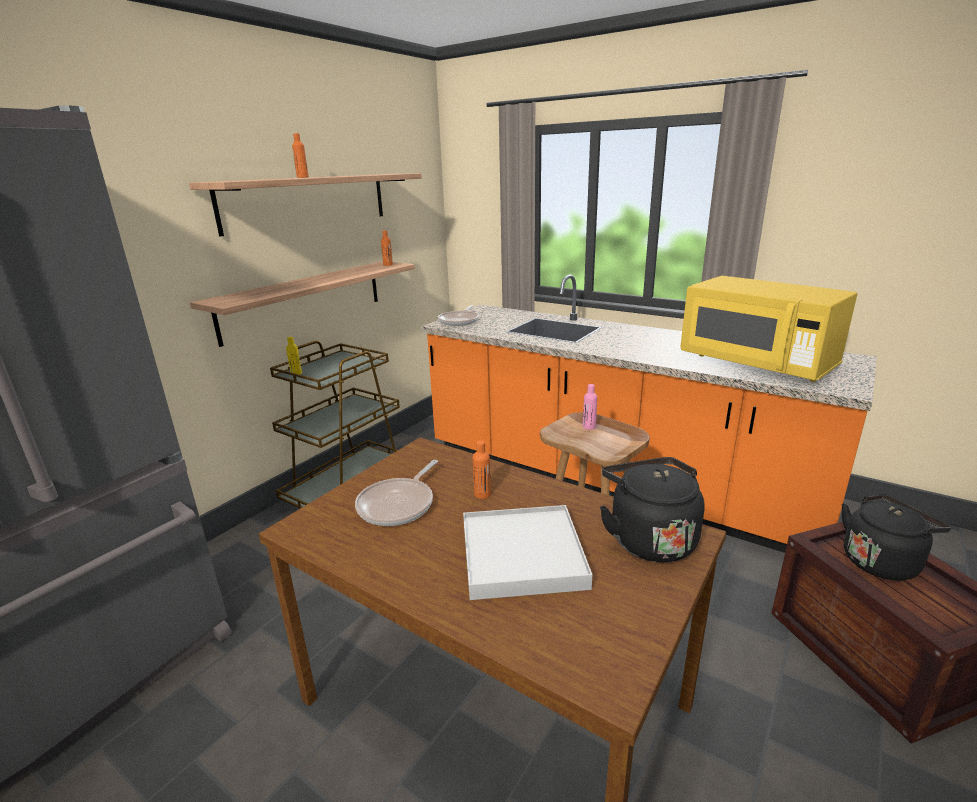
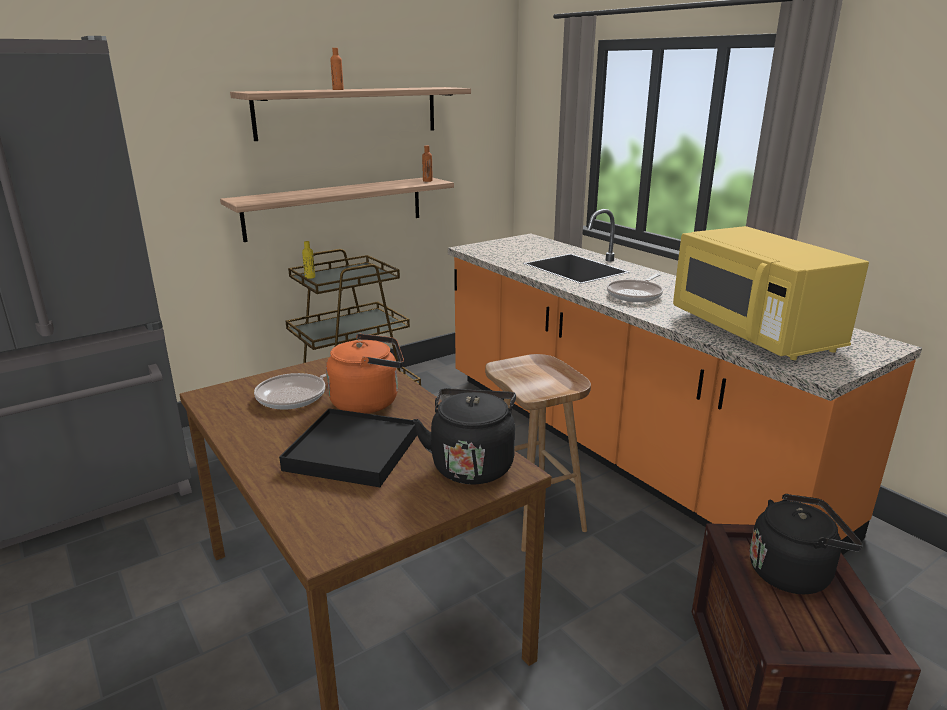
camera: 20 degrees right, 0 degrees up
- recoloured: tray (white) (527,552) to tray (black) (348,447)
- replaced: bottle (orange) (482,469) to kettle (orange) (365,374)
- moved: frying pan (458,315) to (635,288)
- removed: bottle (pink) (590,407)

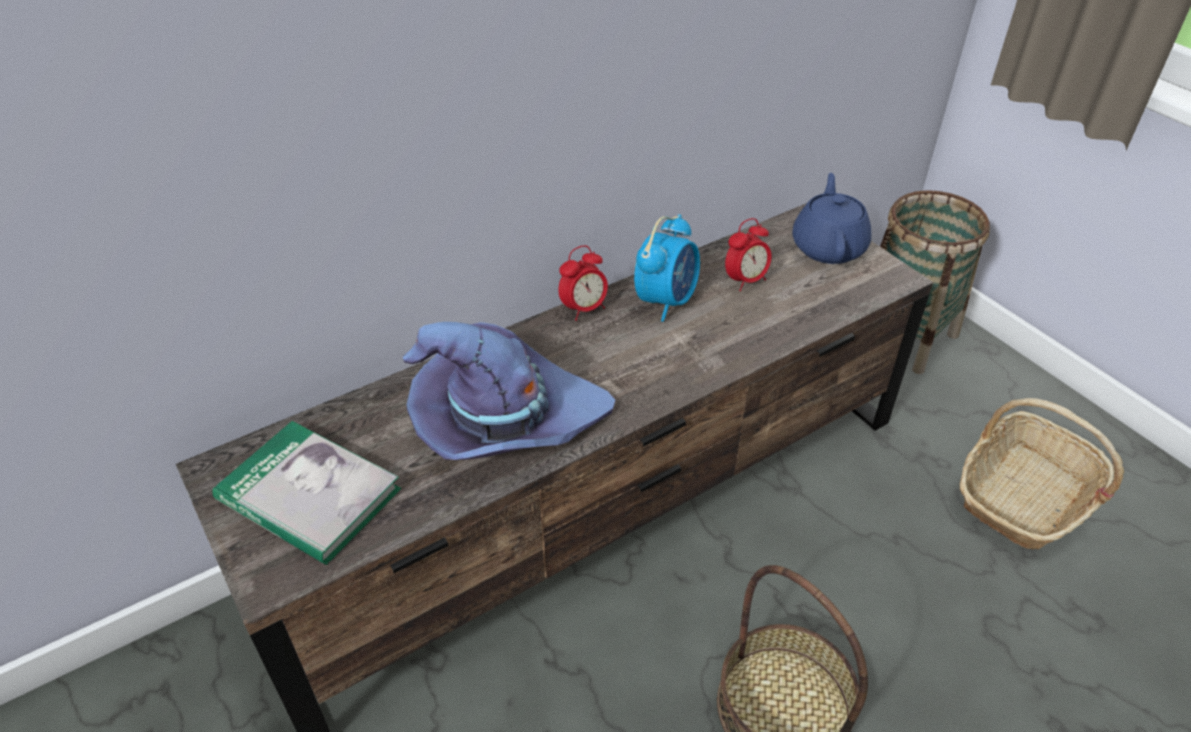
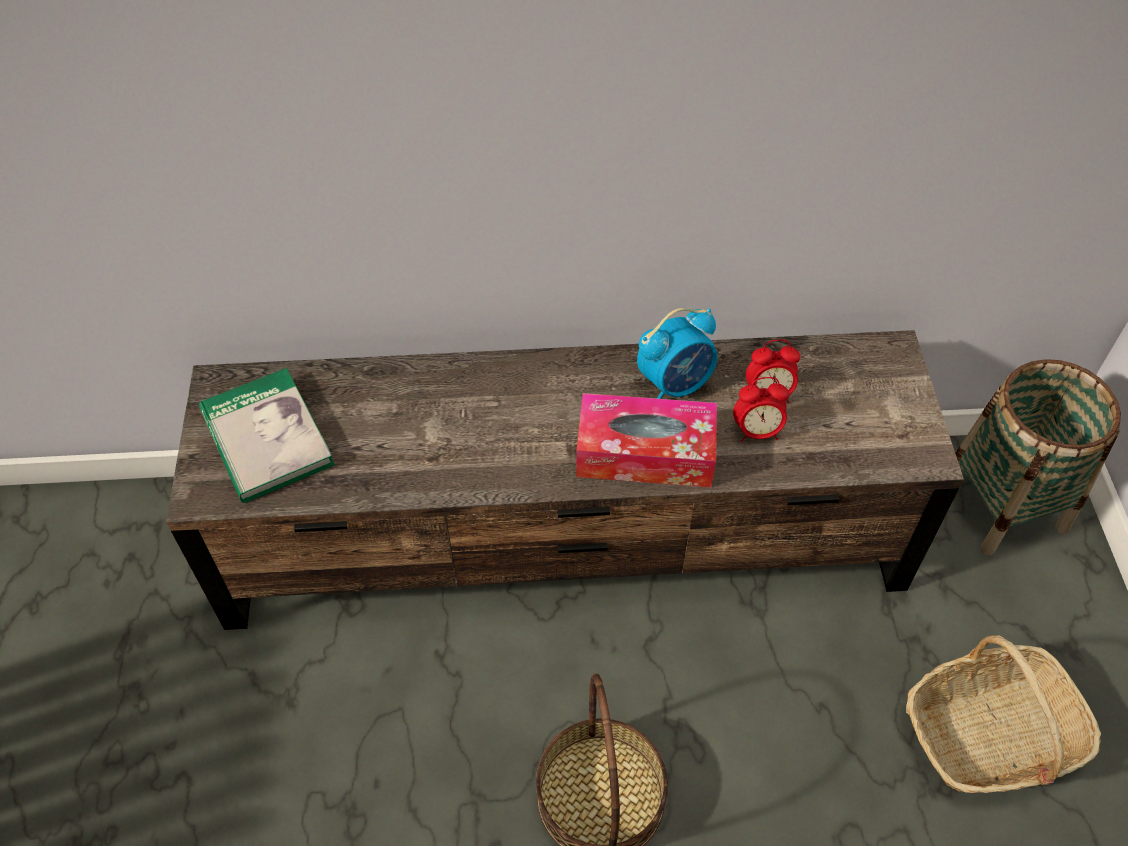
camera: 30 degrees right, 10 degrees up
- added: tissue box (646,440)
- moved: alarm clock (583,283) to (761,409)
- removed: hat (purple) (509,391)
- removed: teapot (blue) (831,218)

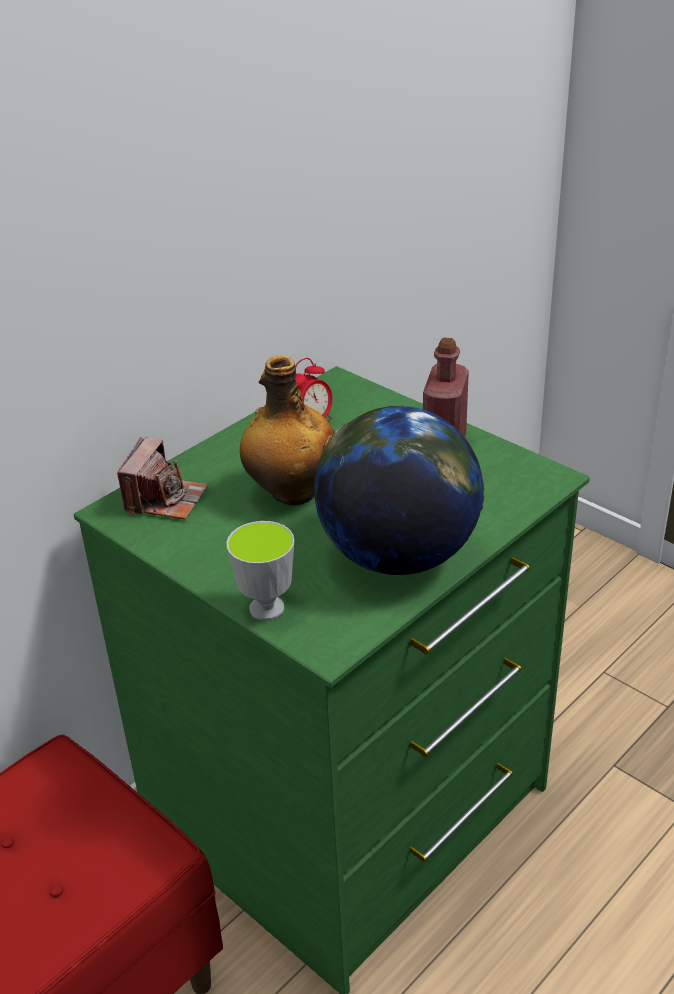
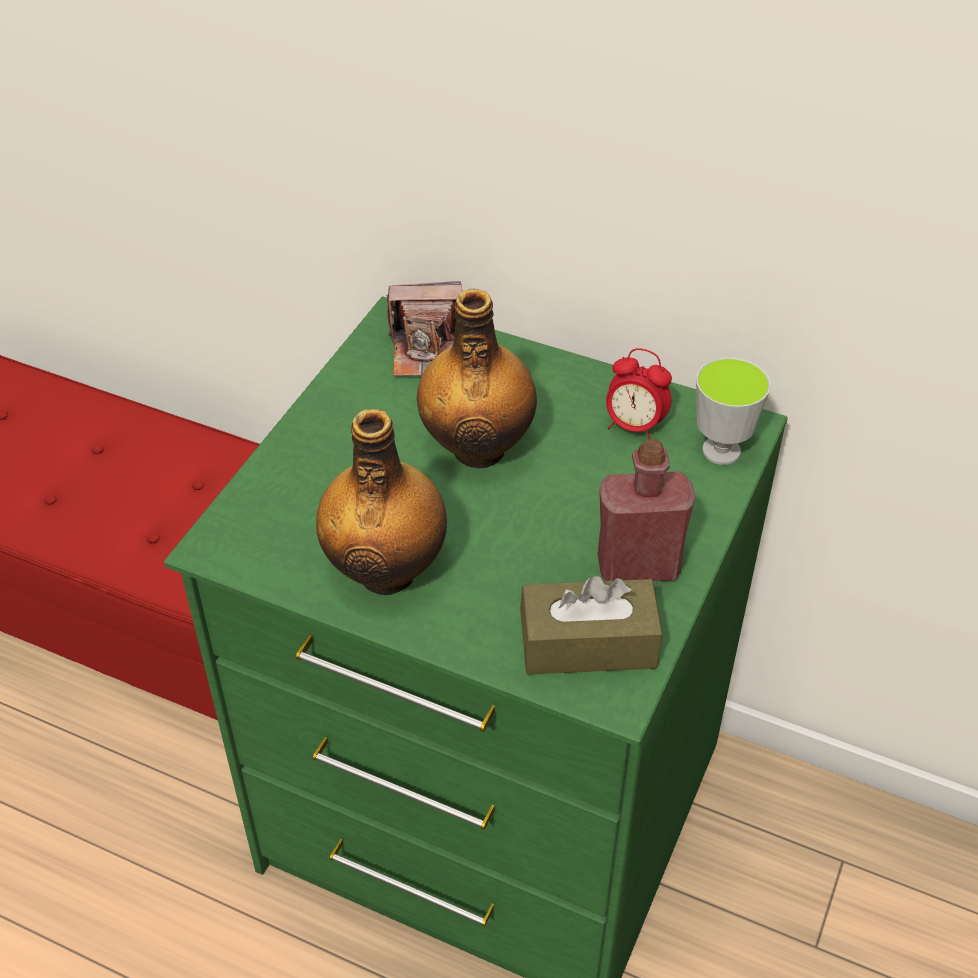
camera: 70 degrees right, 10 degrees up
- replaced: globe (399,490) to bottle (381,502)
- added: tissue box (brown) (591,625)
- moved: cup (260,571) to (733,411)

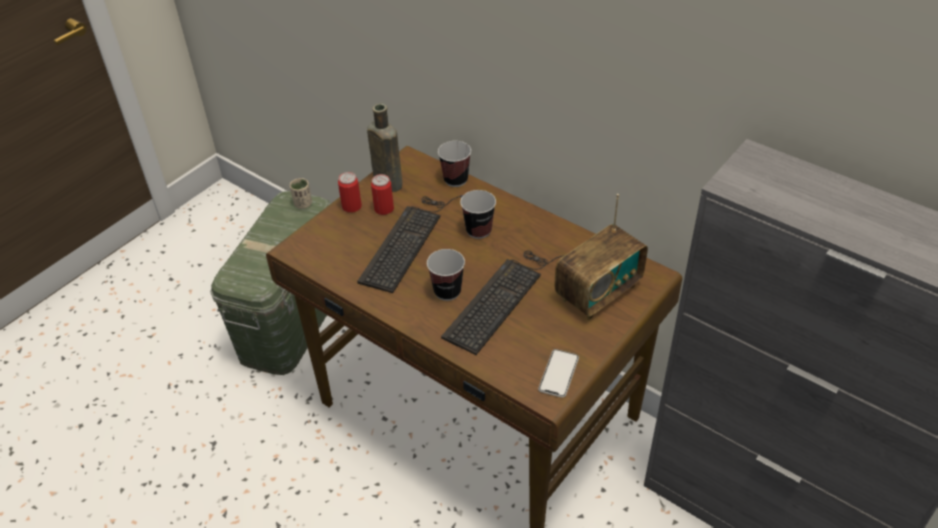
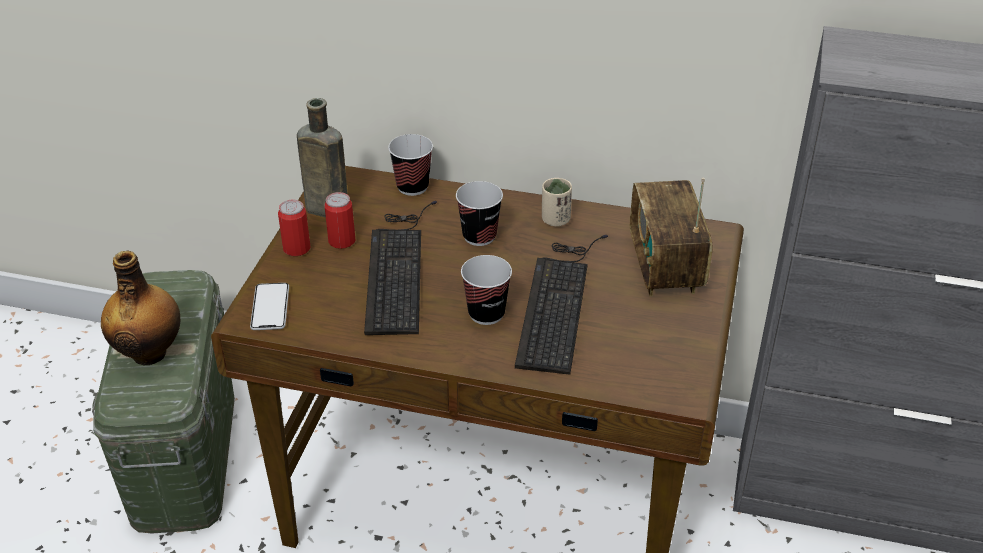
camera: 25 degrees left, 5 degrees down
- added: bottle (140,308)
- moved: phone (558,373) to (269,306)
- moved: cup (beige) (301,193) to (557,202)
- turned: radio (601,257) = (671,237) 150 degrees clockwise

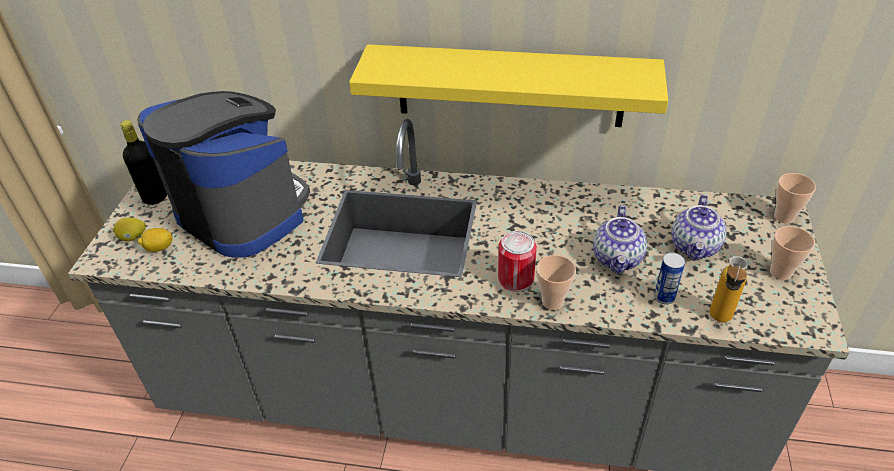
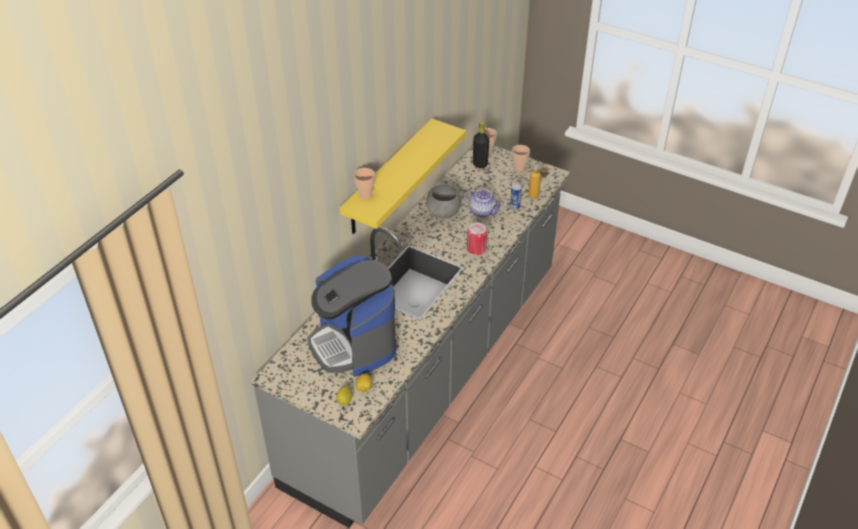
camera: 70 degrees left, 0 degrees up
- turned: coffee machine (223,174) = (351,316) 90 degrees counterclockwise
- moved: cup (556,282) to (364,183)
- added: bowl (grey) (443,201)
- moved: bottle (black) (143,162) to (481,145)
- removed: teapot (699,228)

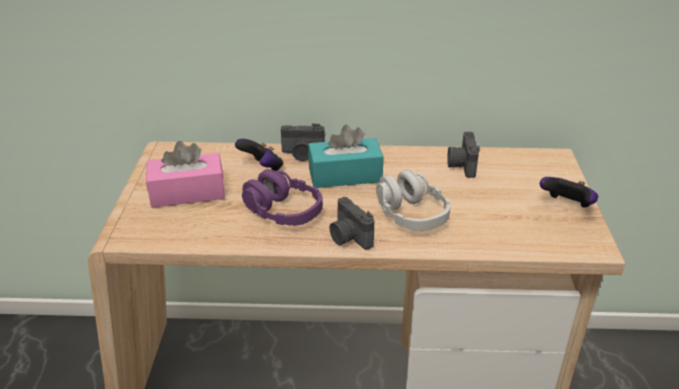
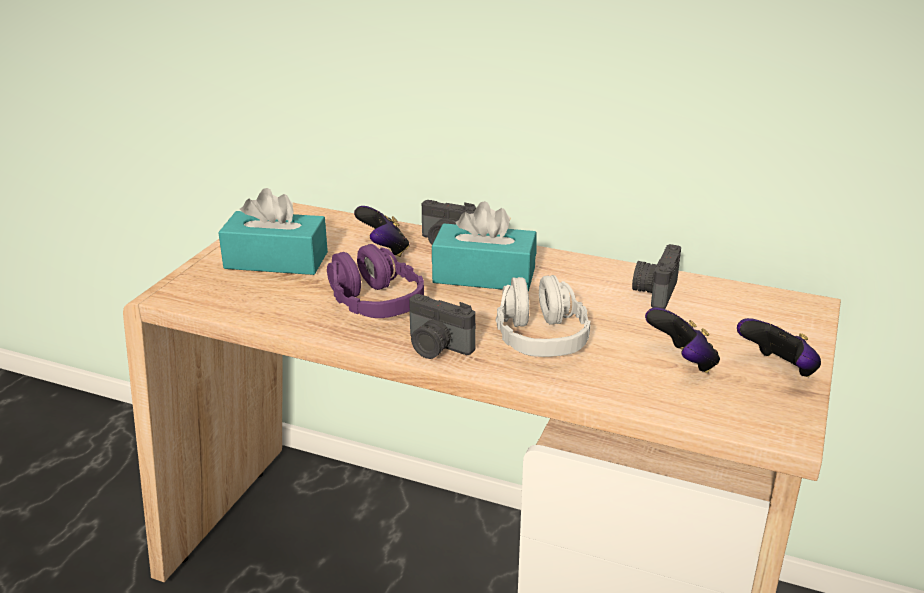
camera: 20 degrees right, 5 degrees down
- recoloured: tissue box (pink) (185,174) to tissue box (turquoise) (273,231)
- turned: photo camera (351,223) = (442,326) 45 degrees counterclockwise
- added: game controller (682,340)

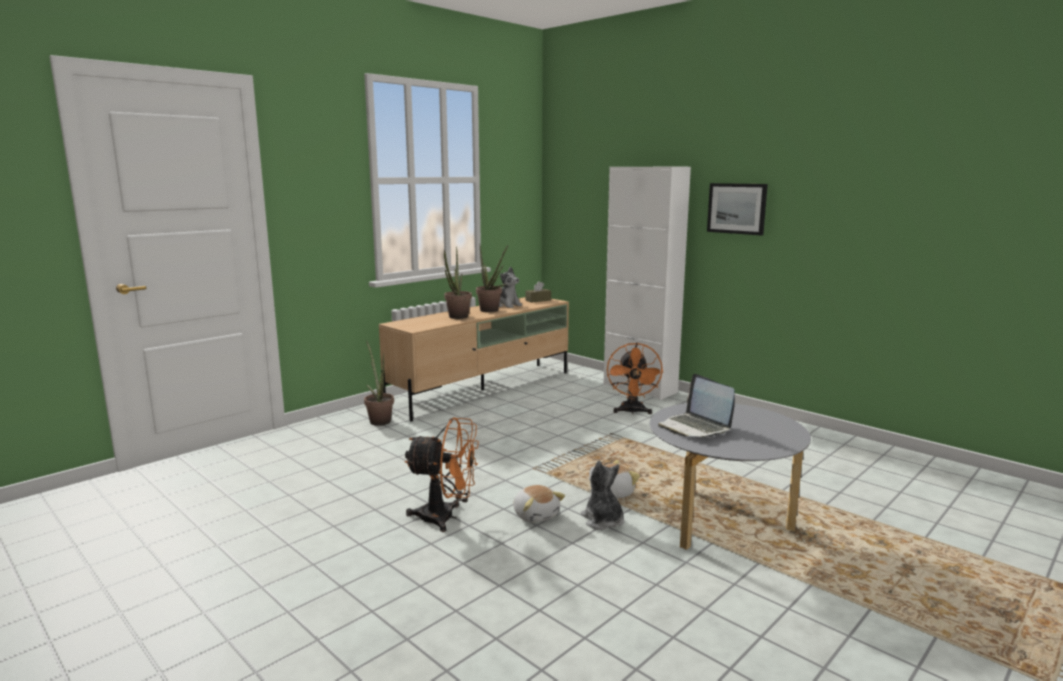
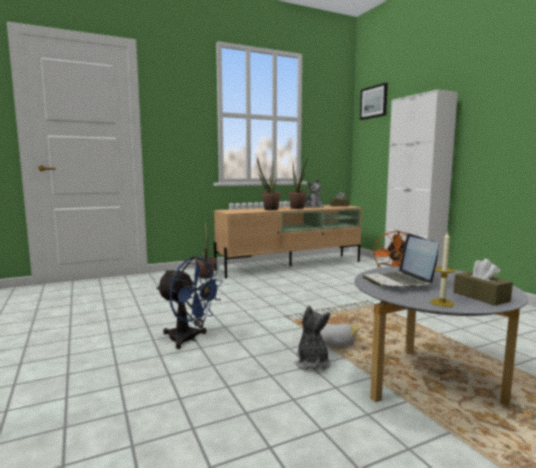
camera: 20 degrees right, 5 degrees down
- recoloured: fan (orange) (442,474) to fan (blue) (189,303)
- moved: picture (737,209) to (374,101)
- added: candle (442,269)
- added: tissue box (brown) (483,282)
- removed: plush toy (539,504)

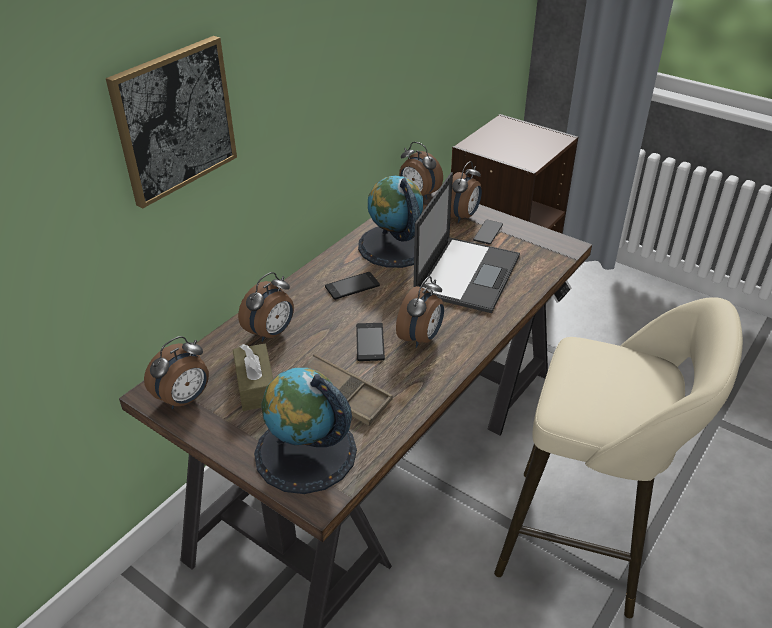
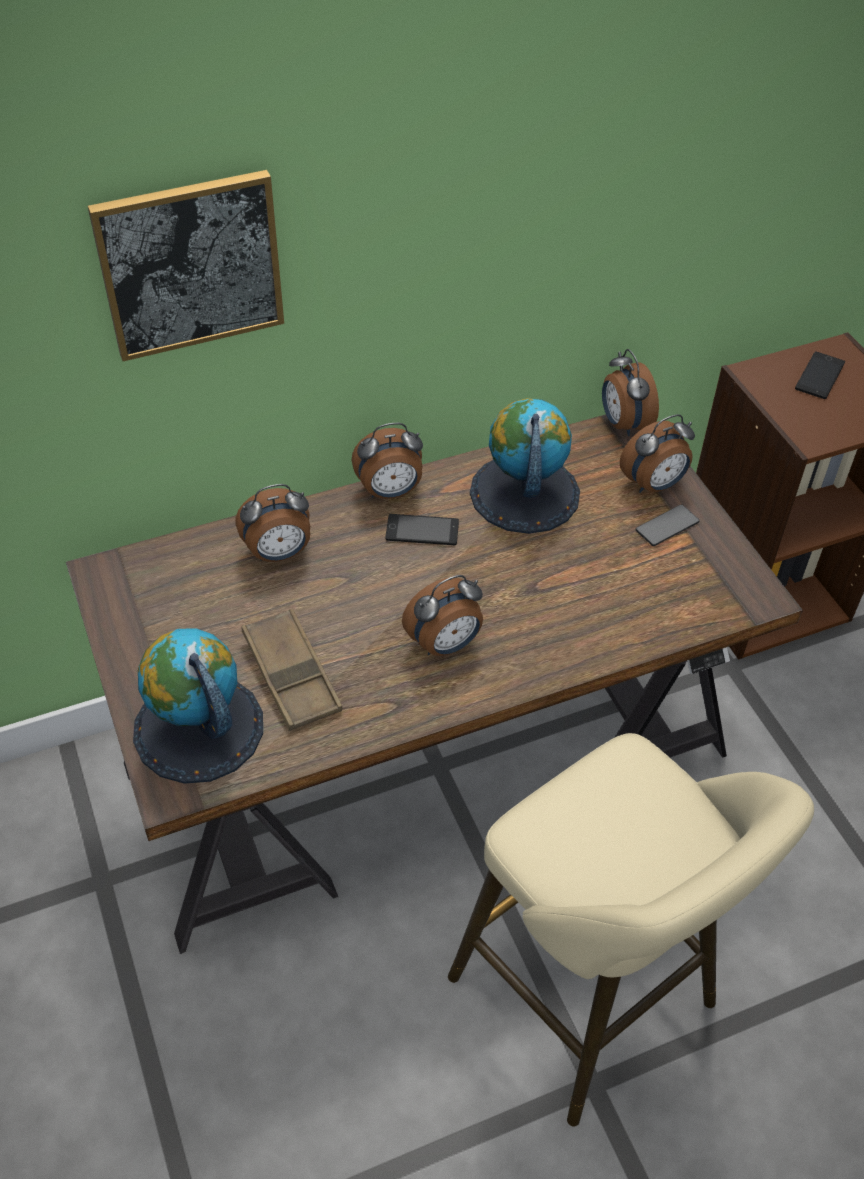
camera: 30 degrees right, 10 degrees up
- moved: alarm clock (176,372) to (387,461)
- moved: phone (370,342) to (820,375)
- removed: tissue box (brown) (253,377)
- removed: laptop (467,242)

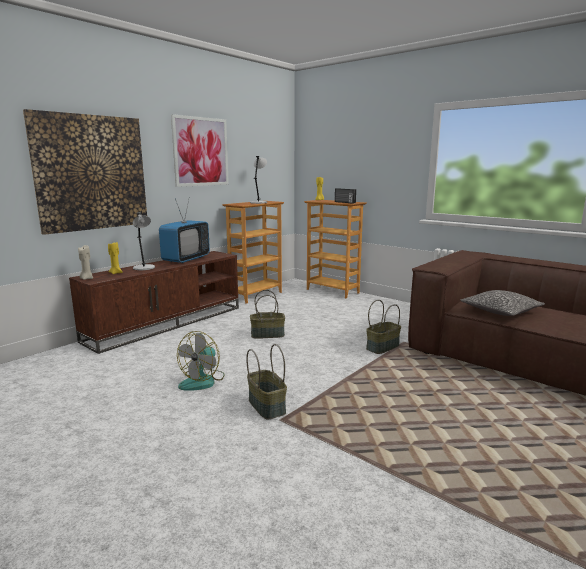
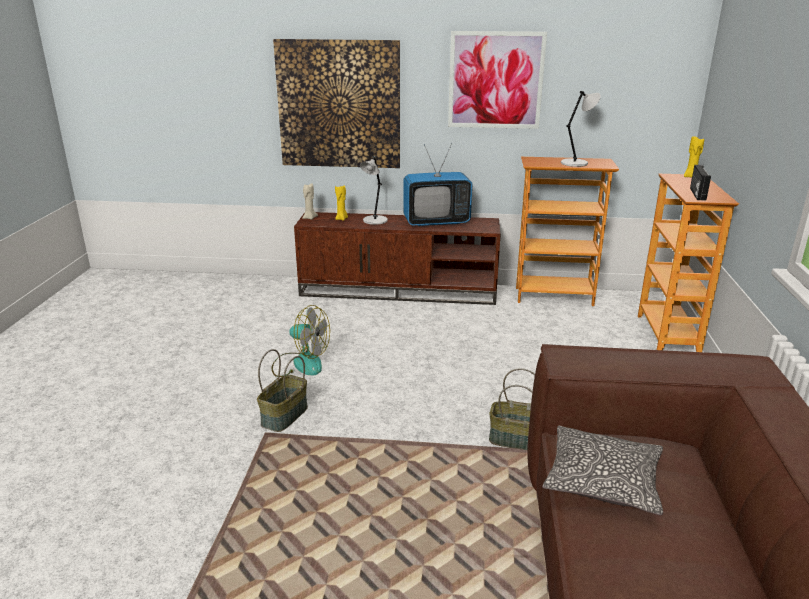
camera: 55 degrees right, 10 degrees up
- turned: fan (201,361) = (301,341) 150 degrees counterclockwise
- removed: basket (267,314)

